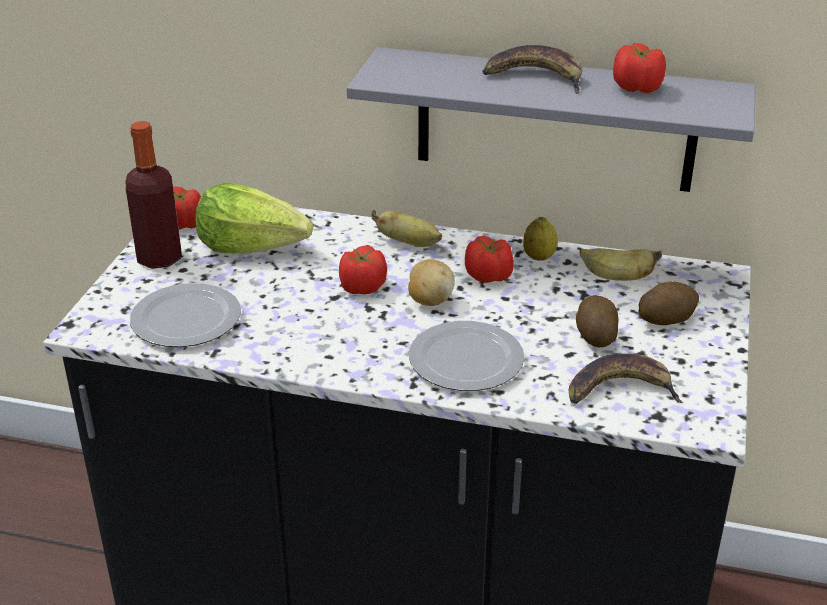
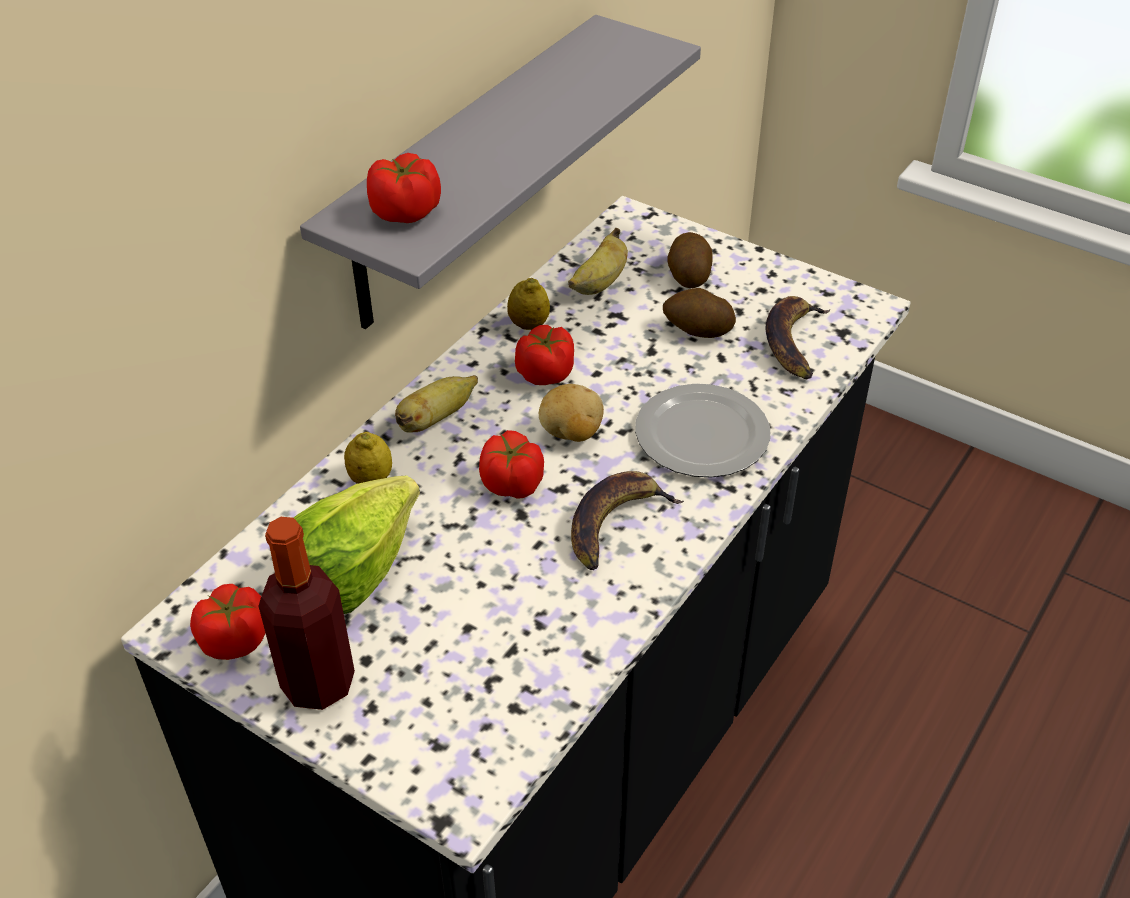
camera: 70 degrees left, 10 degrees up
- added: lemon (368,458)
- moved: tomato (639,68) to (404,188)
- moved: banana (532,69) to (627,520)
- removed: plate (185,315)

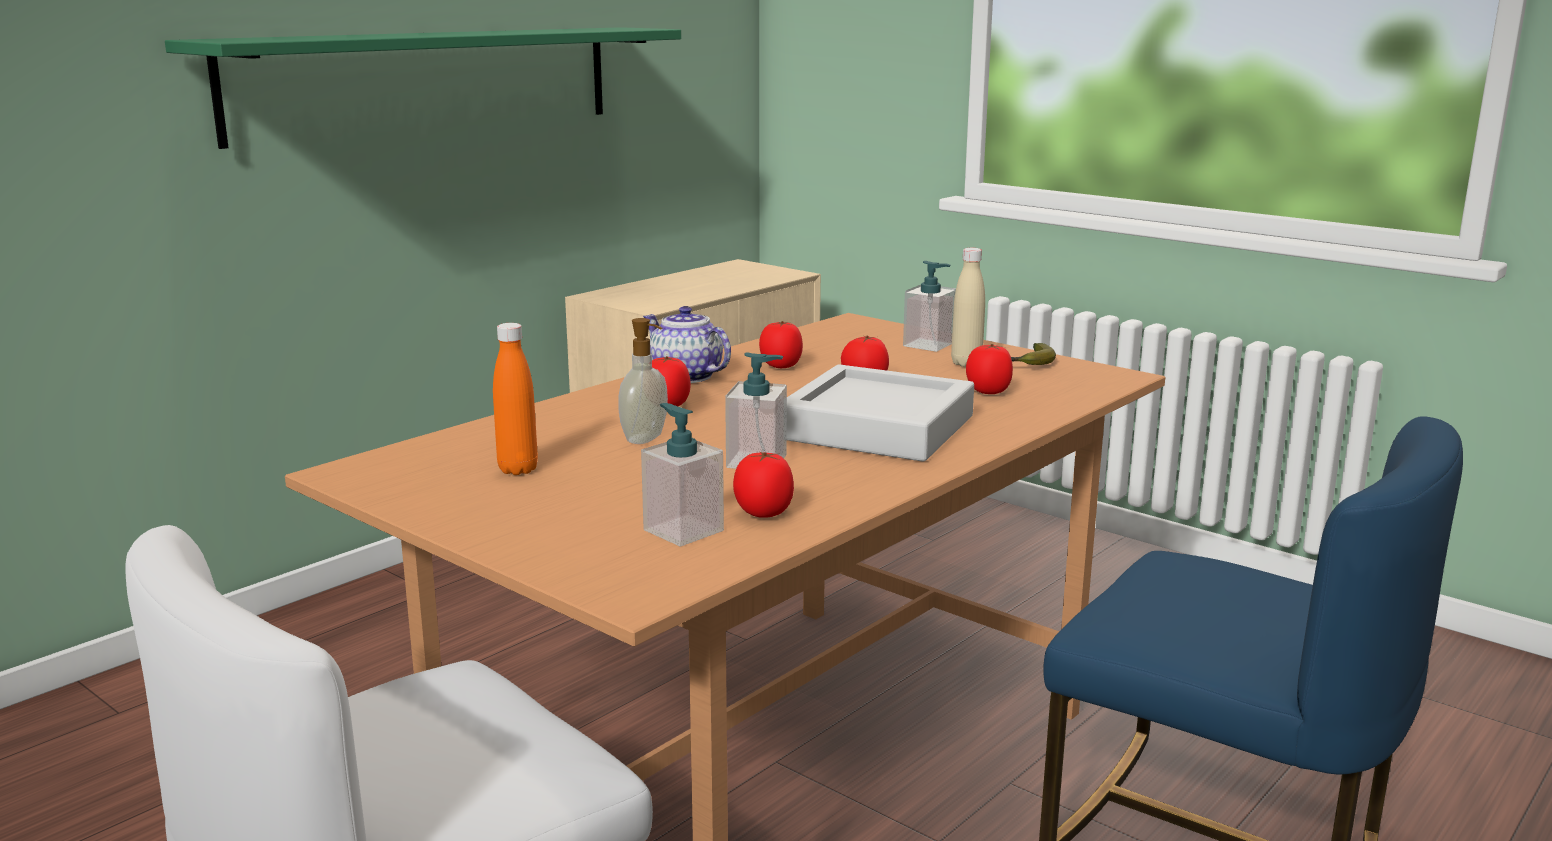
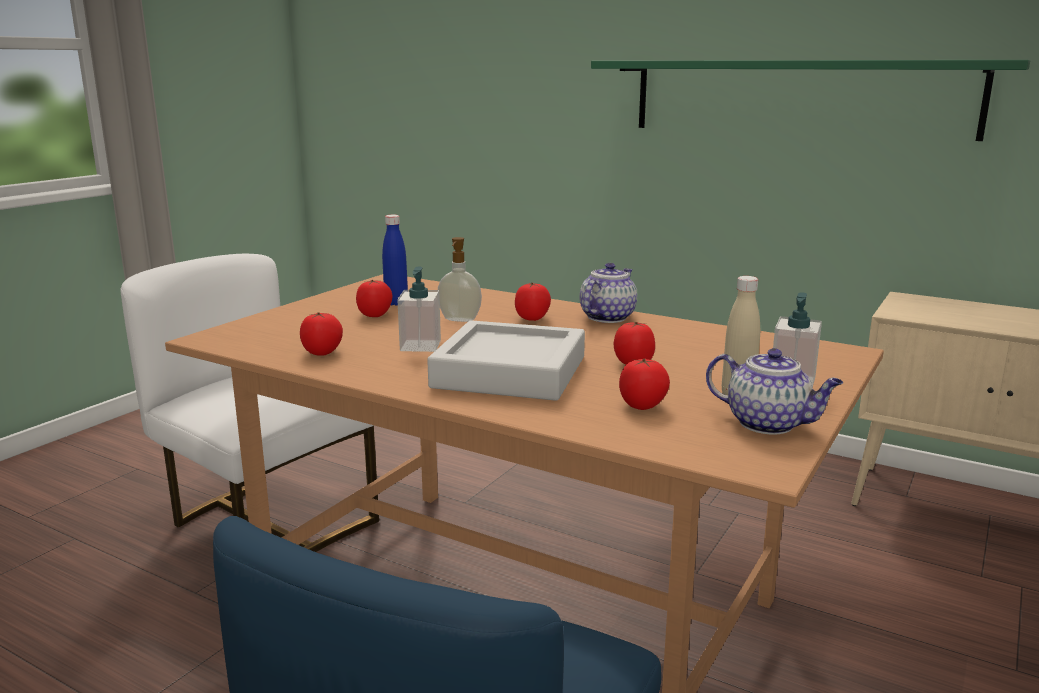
camera: 80 degrees right, 0 degrees up
- moved: tomato (781,344) to (374,298)
- recoloured: bottle (orange) (515,399) to bottle (blue) (395,260)
- replaced: banana (1033,354) to teapot (774,391)
- removed: soap dispenser (682,474)

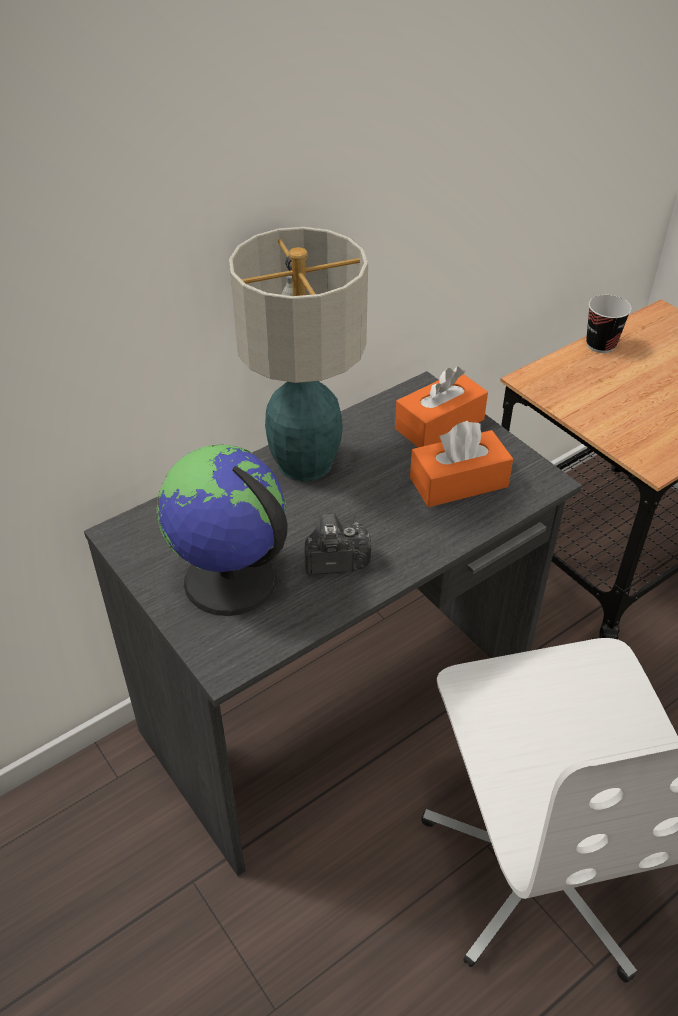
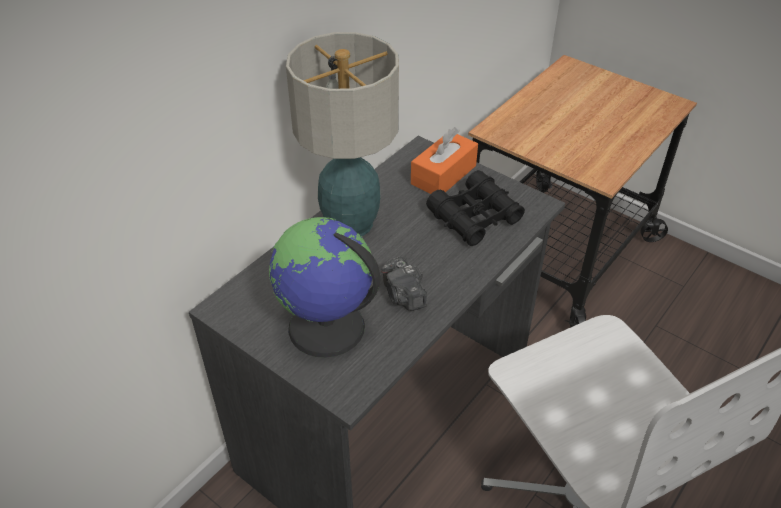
camera: 15 degrees left, 0 degrees up
- turned: photo camera (338,544) = (404,284) 90 degrees counterclockwise
- replaced: tissue box (orange) (461,464) to binoculars (black) (475,208)
- removed: cup (609,324)

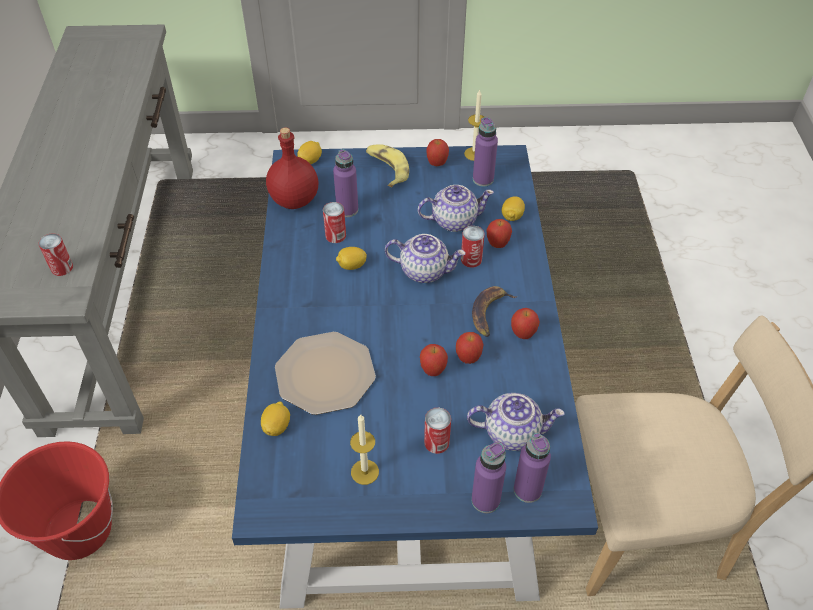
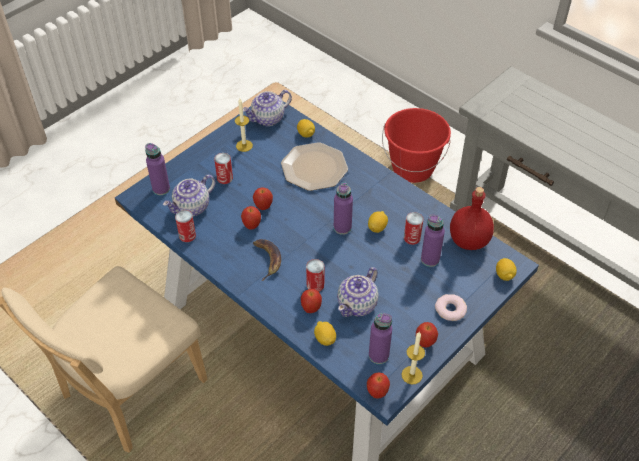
camera: 135 degrees right, 0 degrees up
- moved: can (56,254) to (185,226)
- moved: teapot (425,258) to (267,108)
- moved: bottle (purple) (488,477) to (343,208)
- moved: apple (525,323) to (378,386)
- replaced: banana (387,165) to donut (451,307)

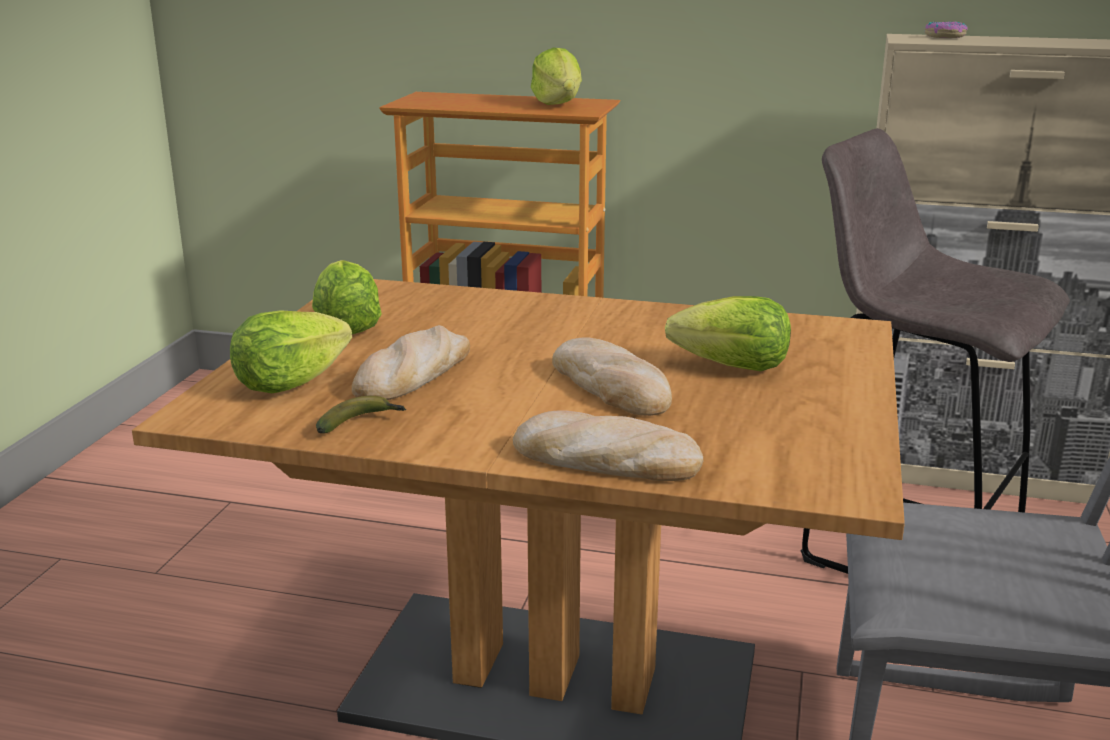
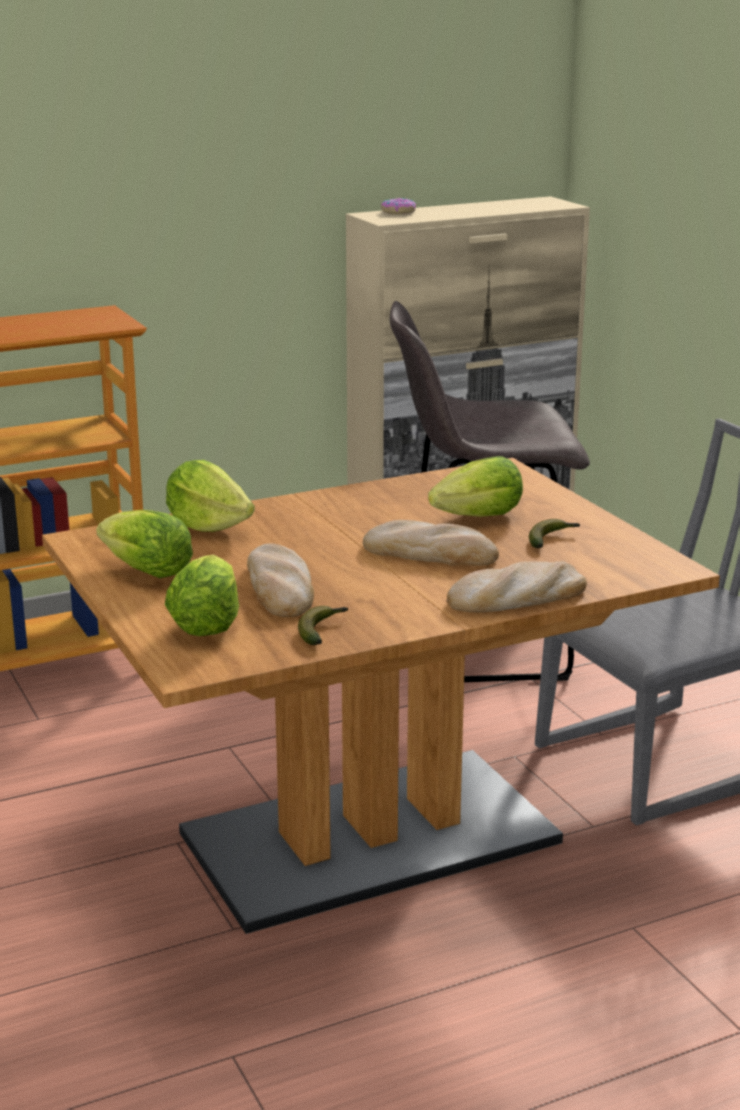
camera: 40 degrees left, 0 degrees up
- moved: lettuce (556,76) to (210,496)
- added: banana (554,533)

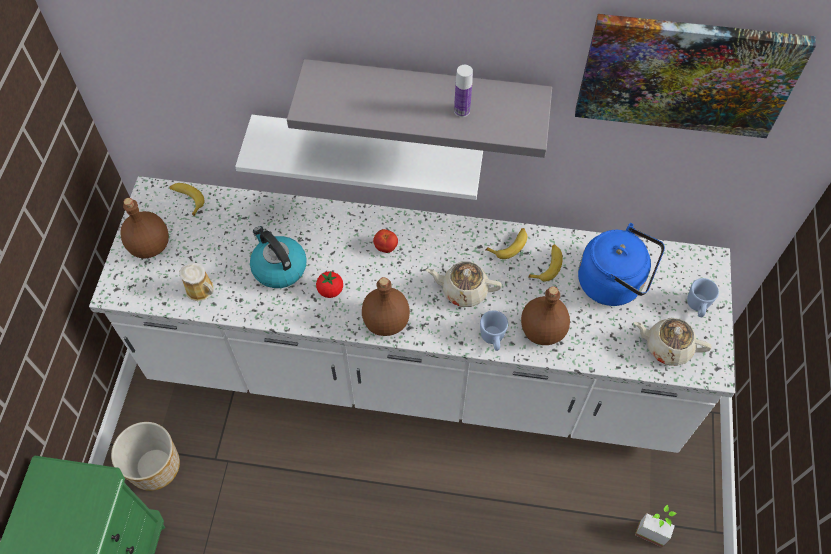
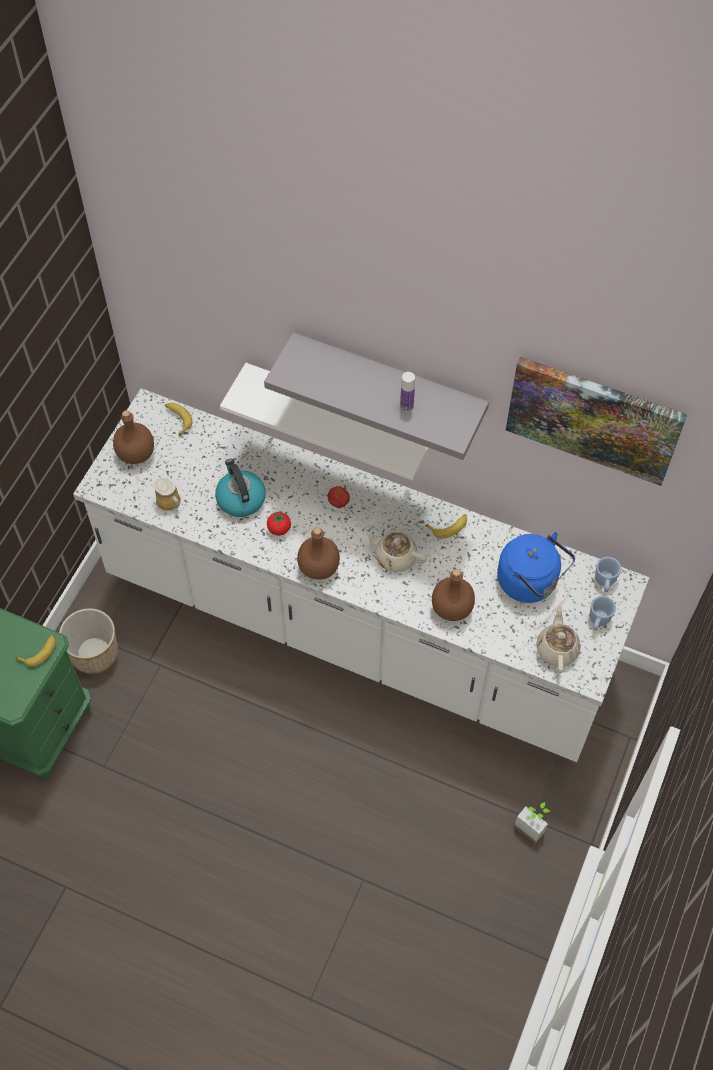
camera: 15 degrees right, 0 degrees up
- moved: banana (545,263) to (36,650)
- turned: teapot (beige) (673,342) = (558,638) 60 degrees clockwise
- moved: mug (blue) (494,330) to (608,574)

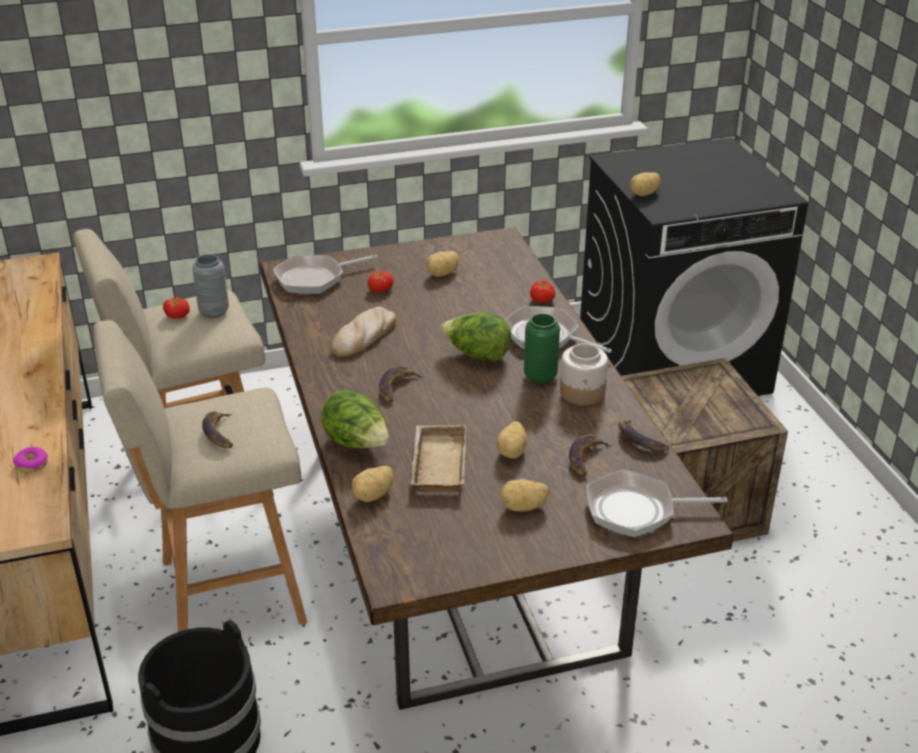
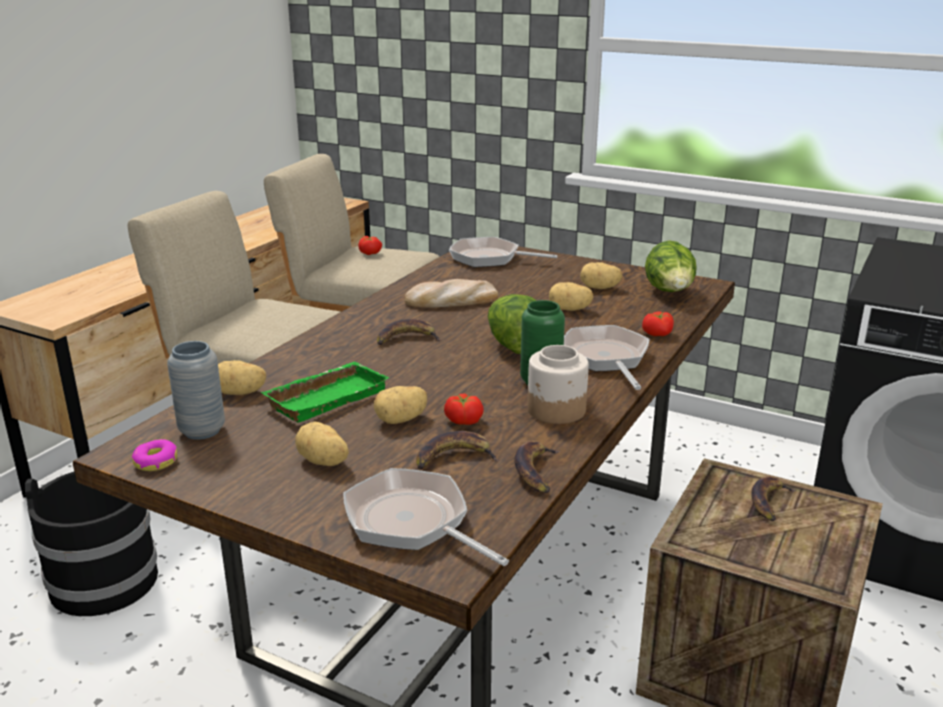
camera: 45 degrees right, 10 degrees down
- moved: donut (30,460) to (154,455)
- moved: vase (grey) (210,286) to (196,390)
- recoloured: tray (beige) (438,459) to tray (green) (324,392)
- moved: tomato (380,281) to (464,409)
- moved: potato (645,184) to (571,296)
- moved: lettuce (355,418) to (671,266)
- moved: banana (217,429) to (773,498)

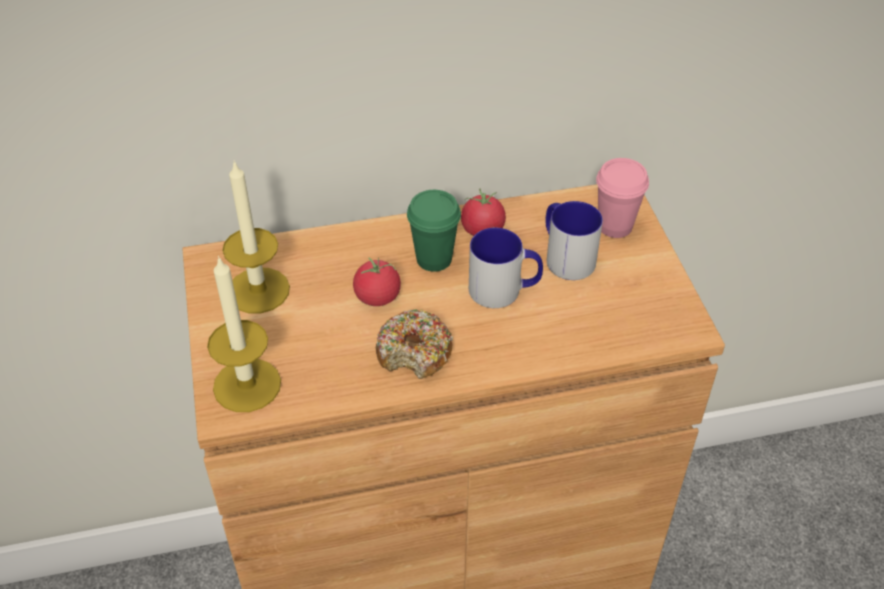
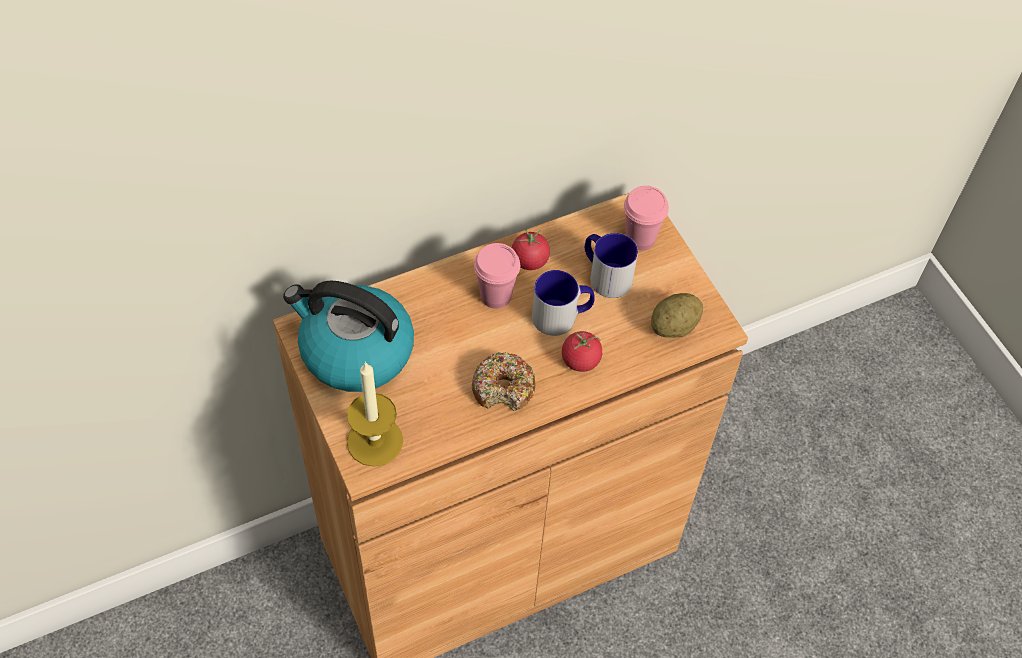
camera: 15 degrees left, 10 degrees up
- replaced: candle (256,237) to kettle (348,336)
- recoloured: cup (green) (434,231) to cup (pink) (497,276)
- moved: tomato (377,281) to (582,351)
- added: potato (677,315)

